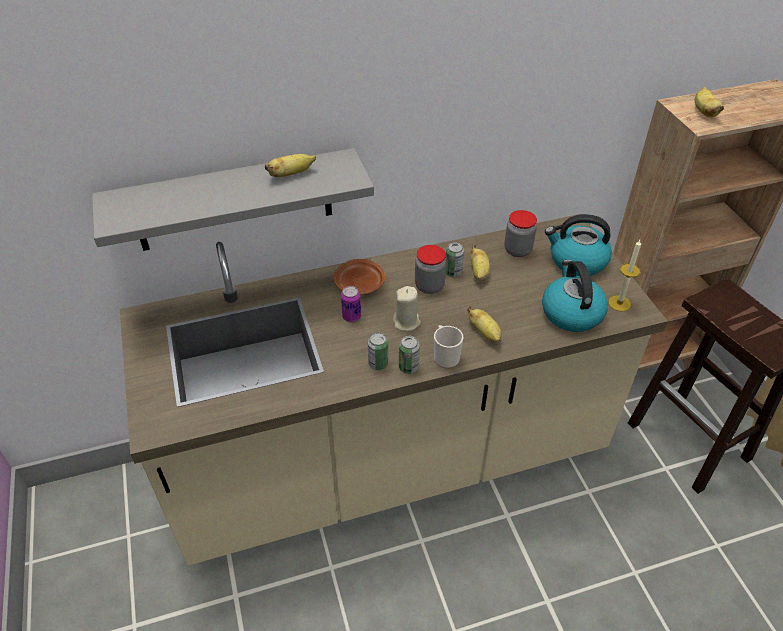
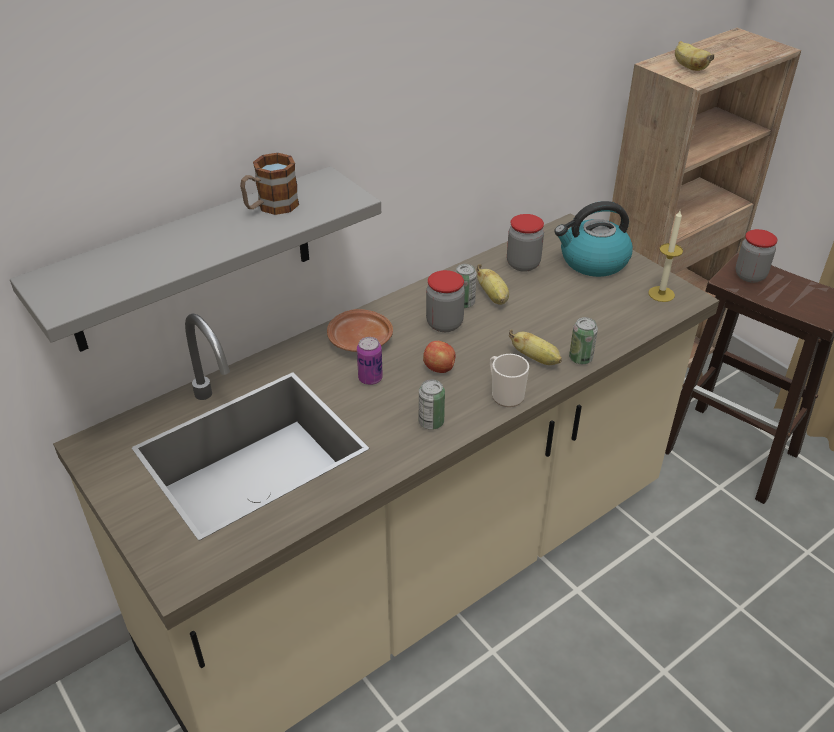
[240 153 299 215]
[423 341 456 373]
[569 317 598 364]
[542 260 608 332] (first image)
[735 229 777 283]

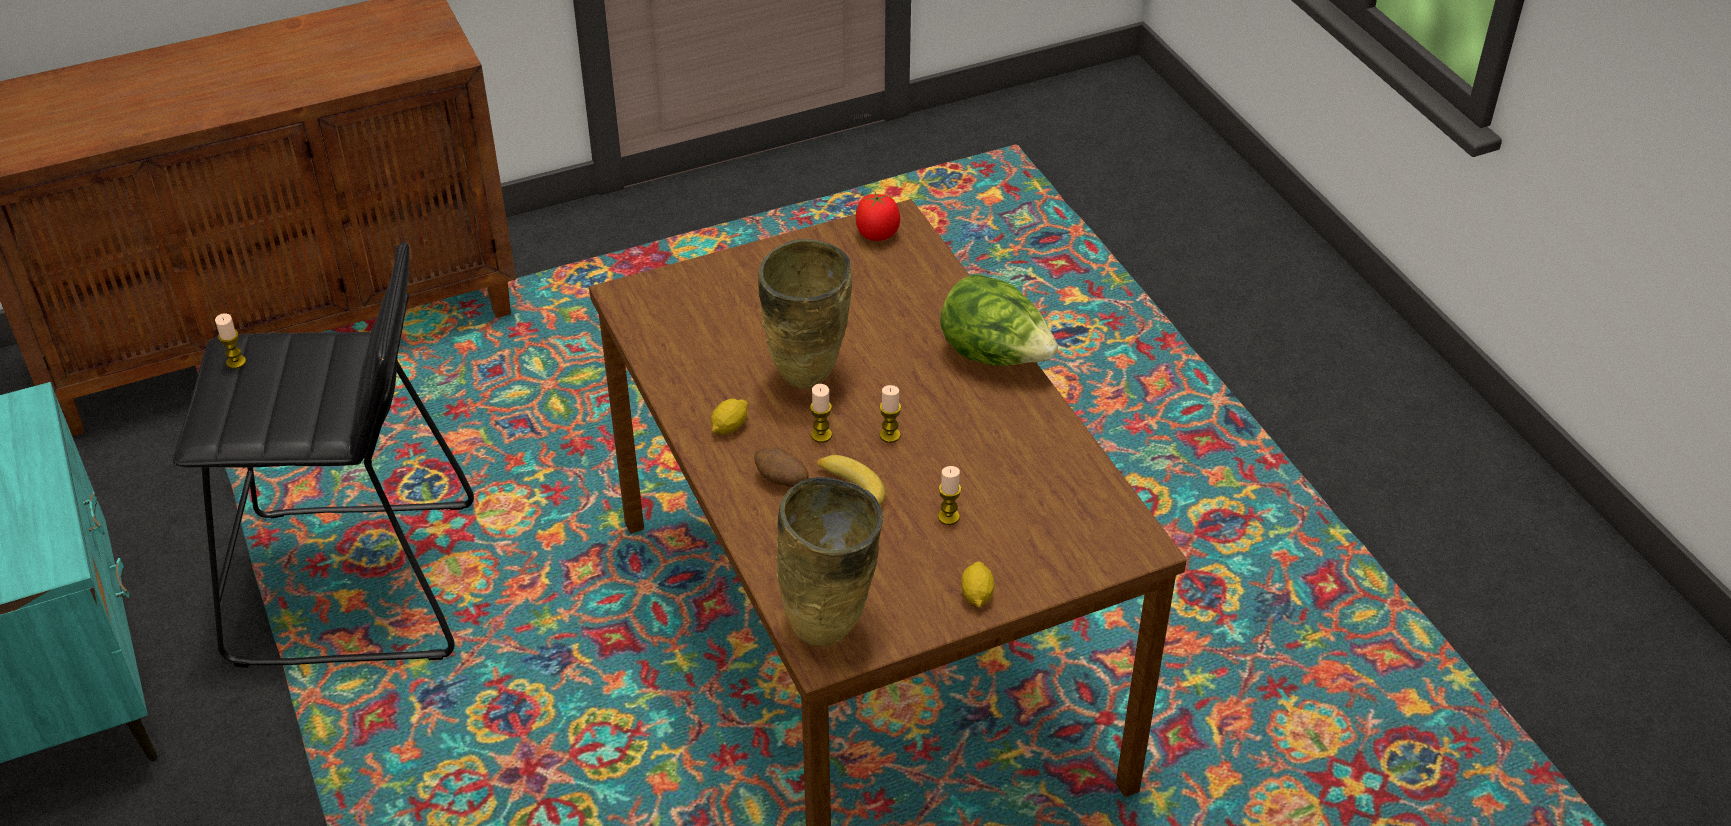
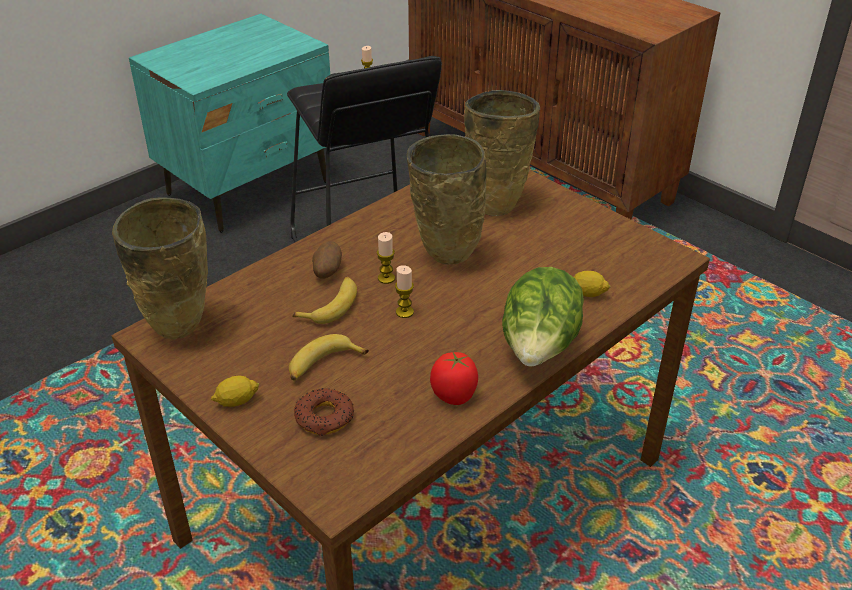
[574 271 611 297]
[430 352 478 405]
[289 334 369 380]
[294 388 354 436]
[464 90 540 216]

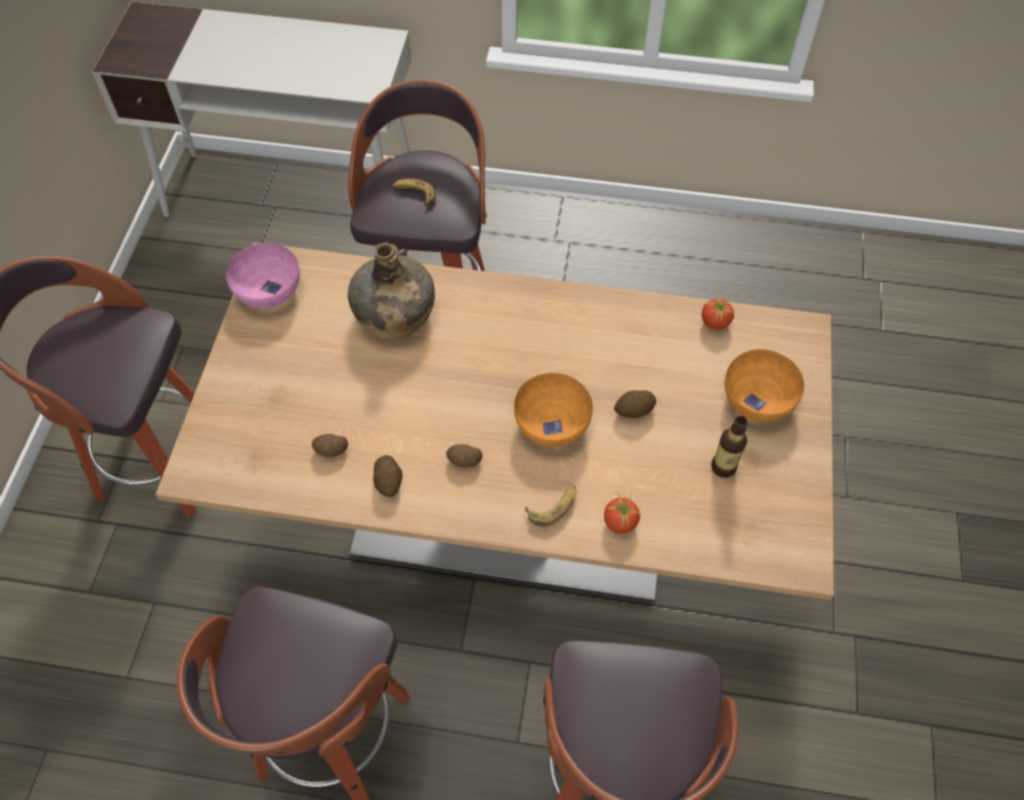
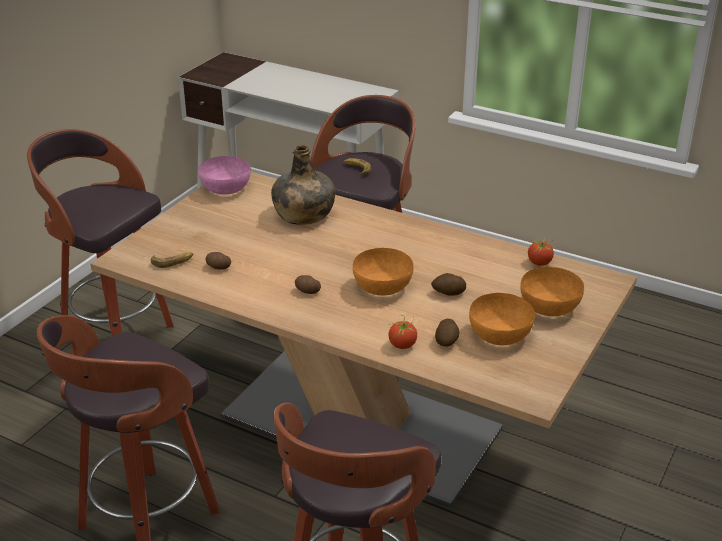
[435 319 460 347]
[151 252 194 268]
[469 293 535 345]

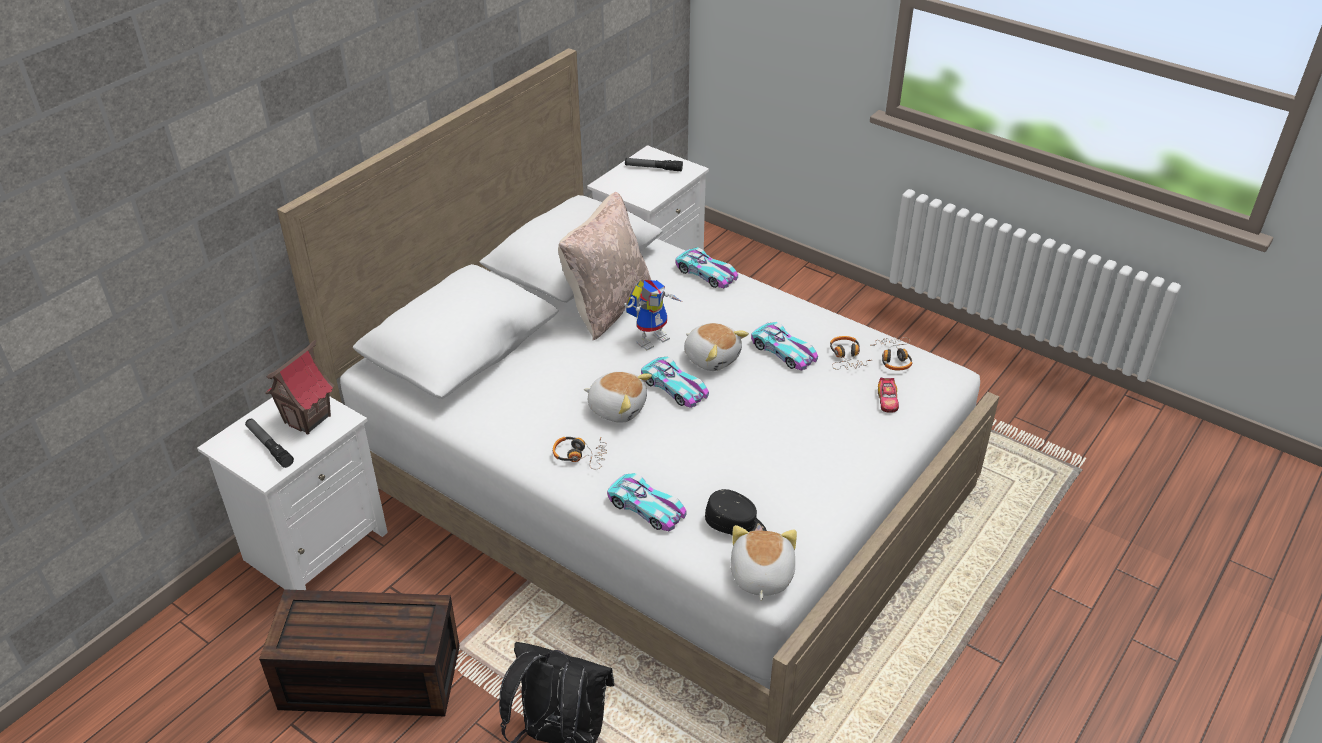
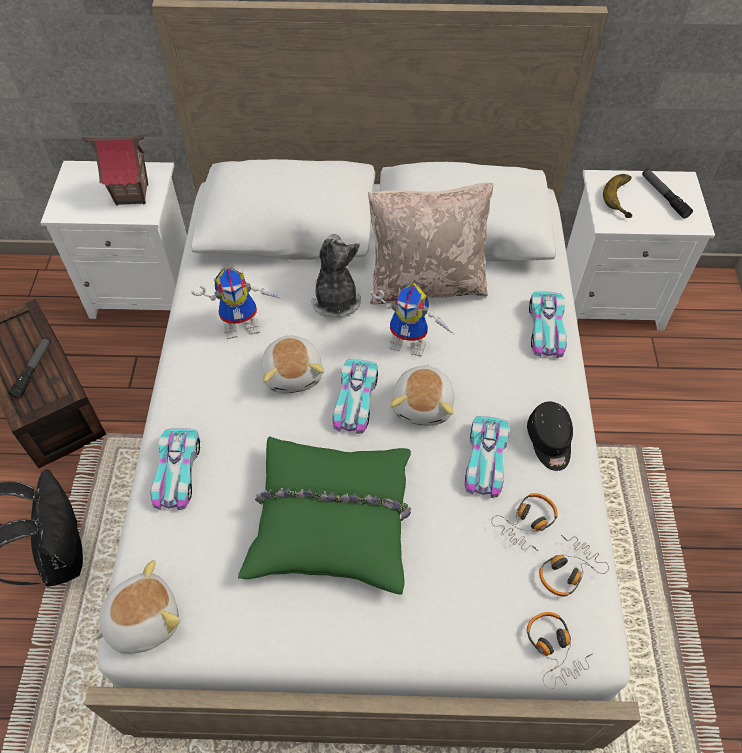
[9 337 51 399]
[527 612 593 689]
[527 402 573 471]
[878 378 899 413] (first image)
[191 266 282 339]
[238 437 411 595]
[311 234 361 318]
[603 174 632 218]

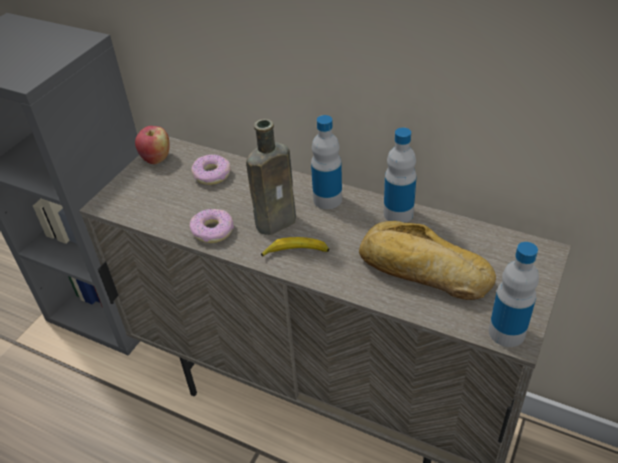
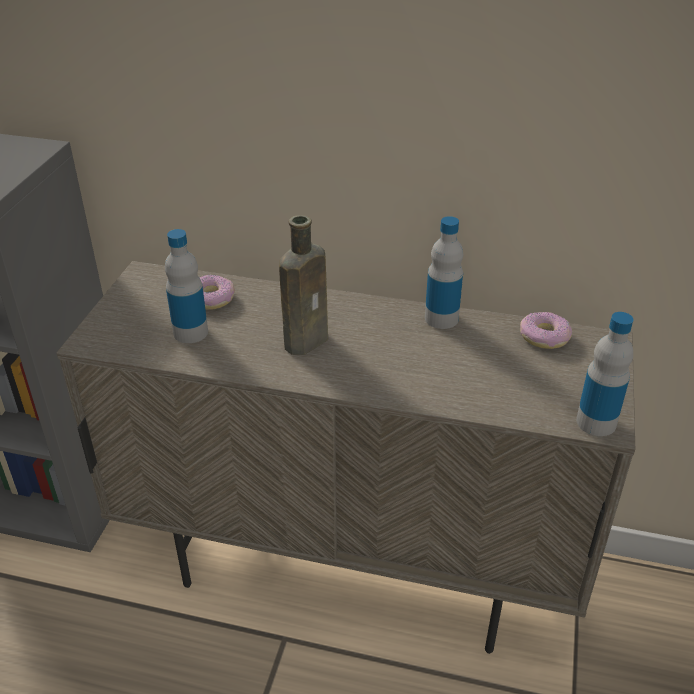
[135 126 170 164] (first image)
[520 312 572 349]
[261 237 329 257] (first image)
[165 229 208 343]
[359 221 496 300] (first image)

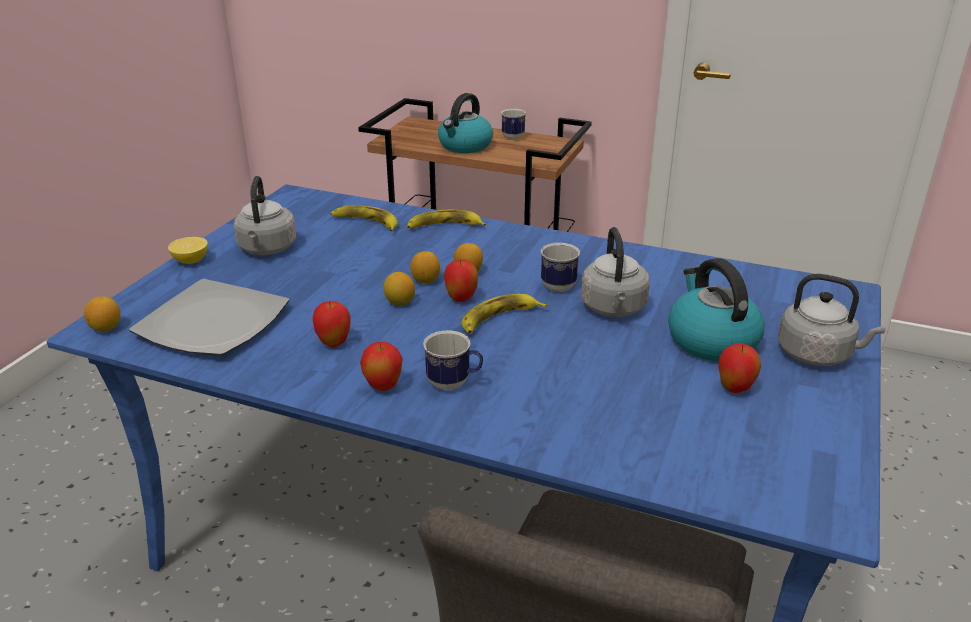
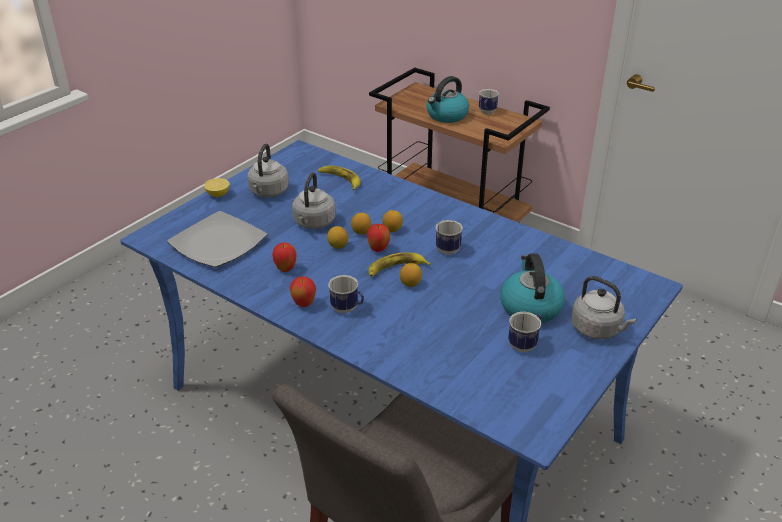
[400 263 422 287]
[407 210 486 229] (first image)
[292 172 336 229]
[508 312 541 352]

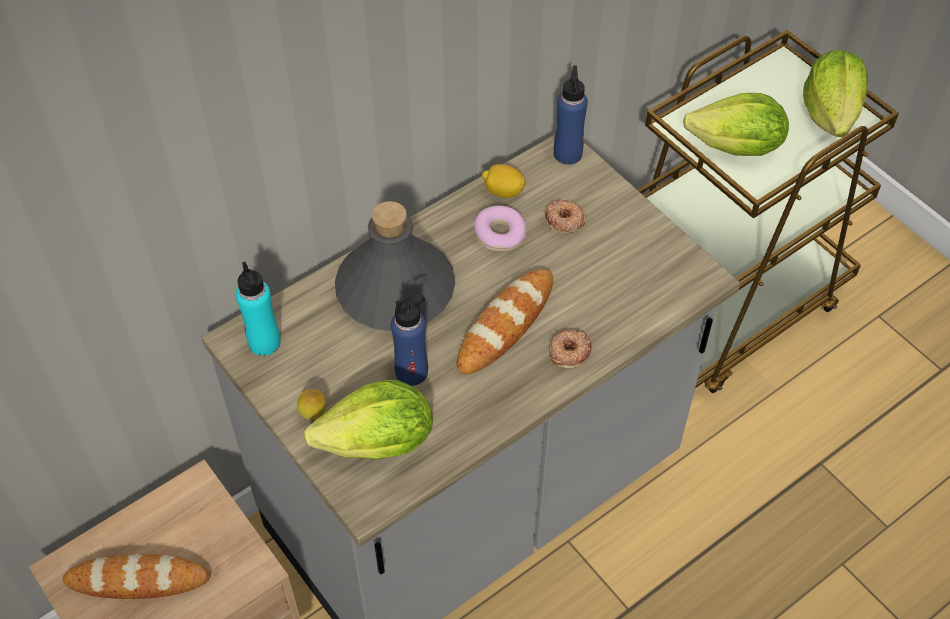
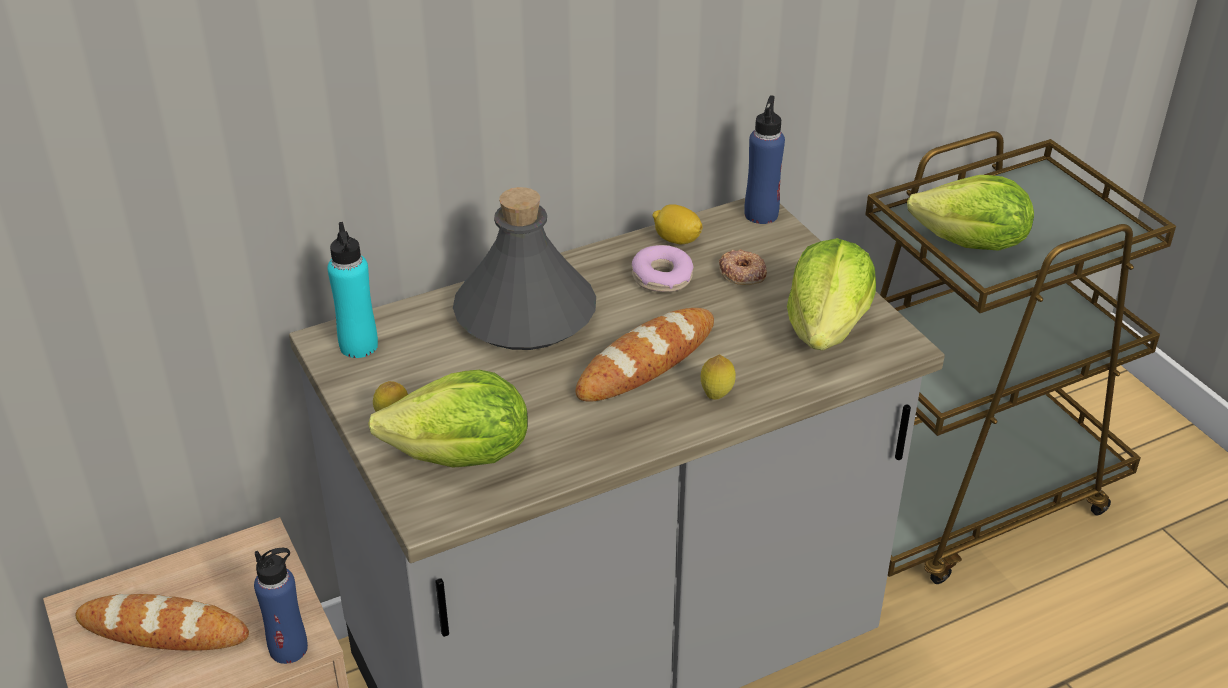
[254 548 308 664]
[701 355 736 400]
[787 238 876 350]

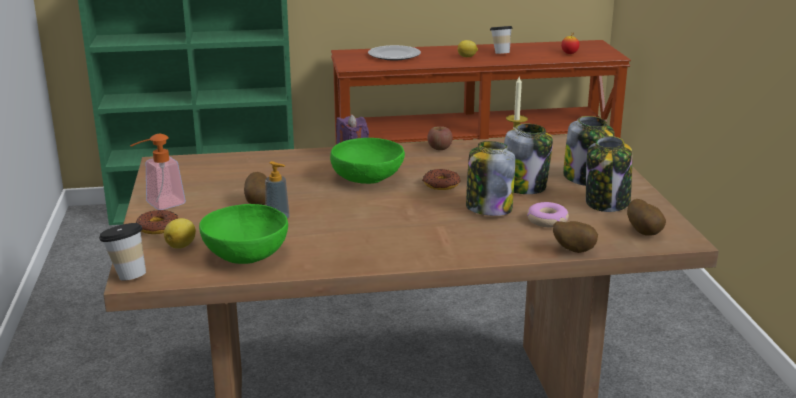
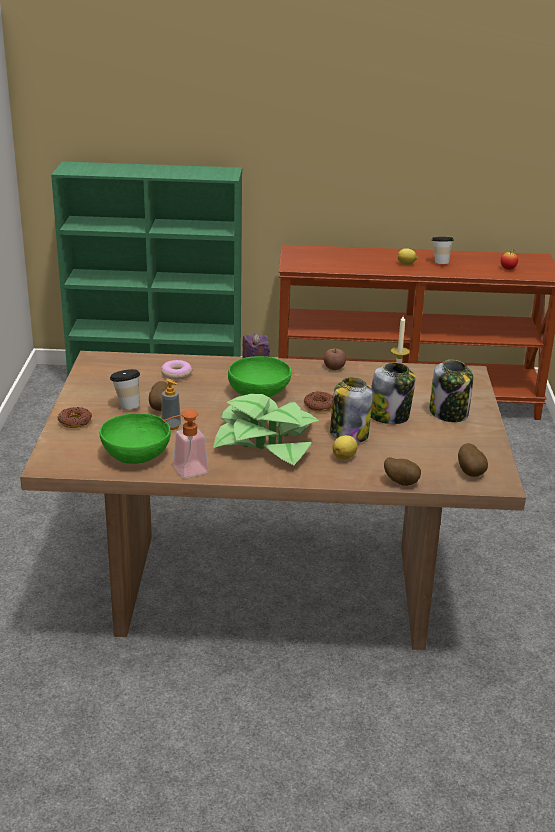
[110 369 140 410]
[163 409 209 478]
[333 435 358 460]
[368 45 421 60] (first image)
[161 360 193 380]
[586 136 632 212] (first image)
[213 394 319 465]

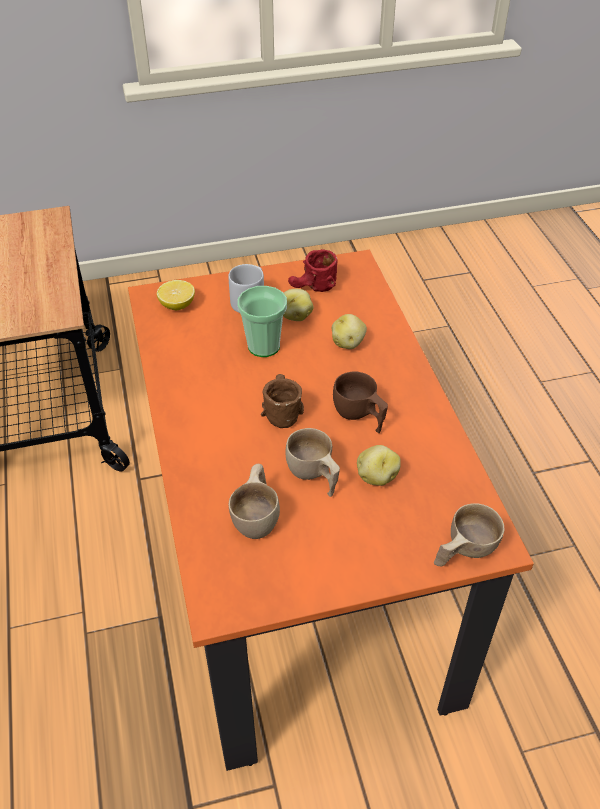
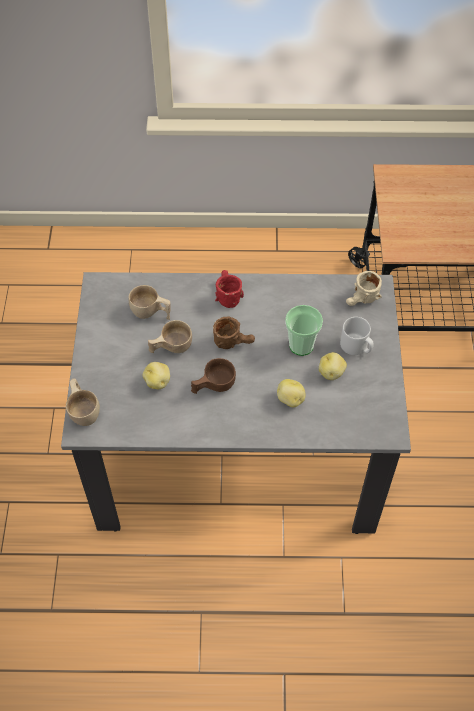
[61 272 411 534]
[346 271 382 306]
[215 270 244 308]

